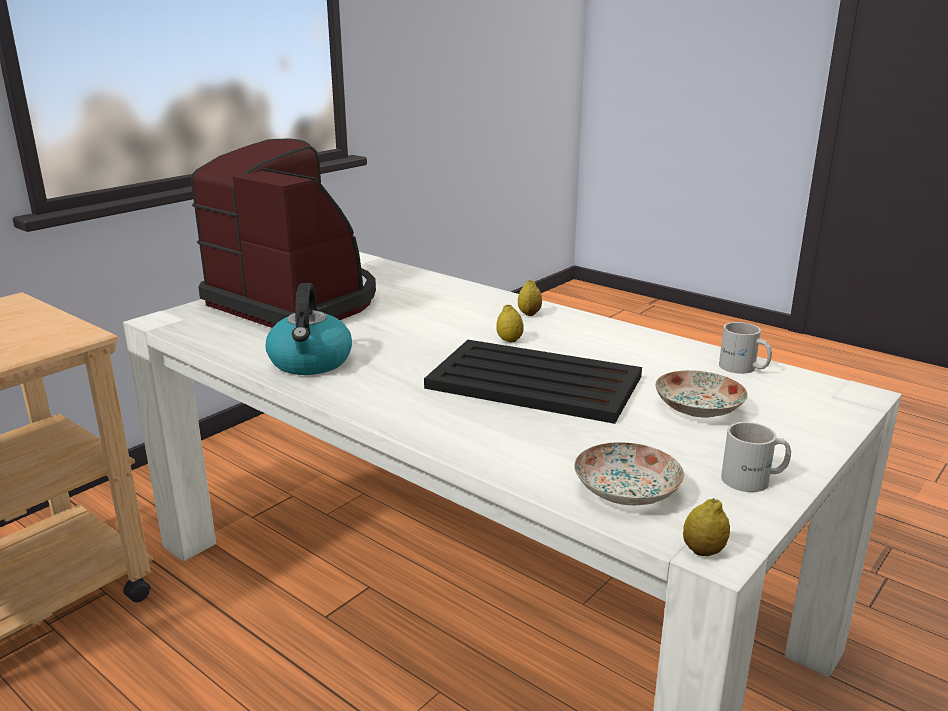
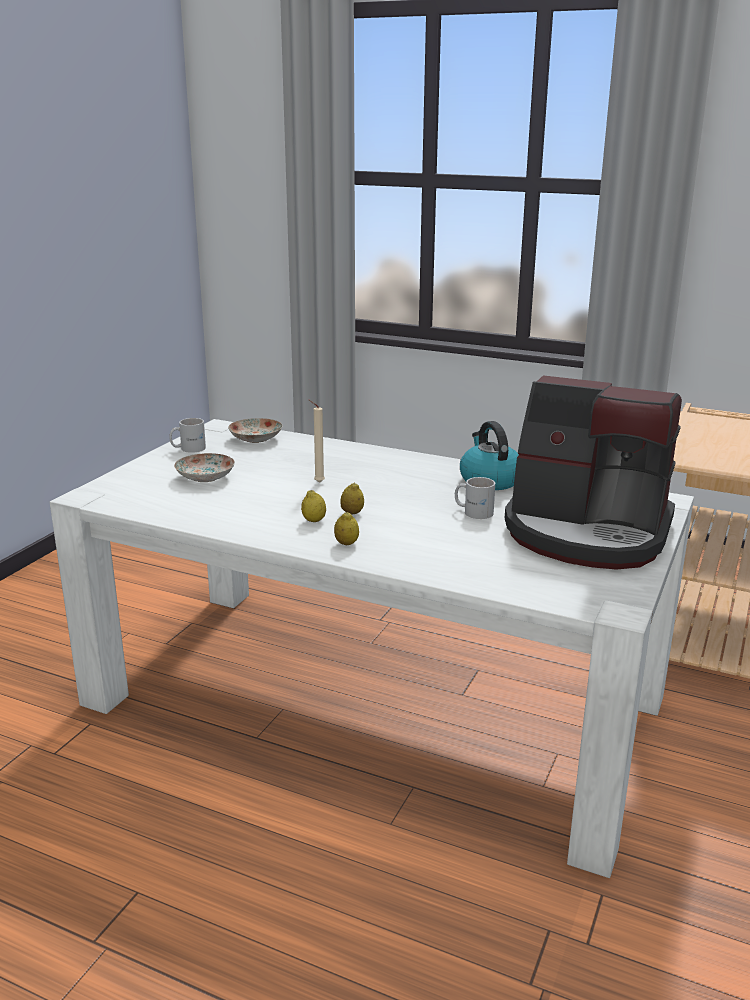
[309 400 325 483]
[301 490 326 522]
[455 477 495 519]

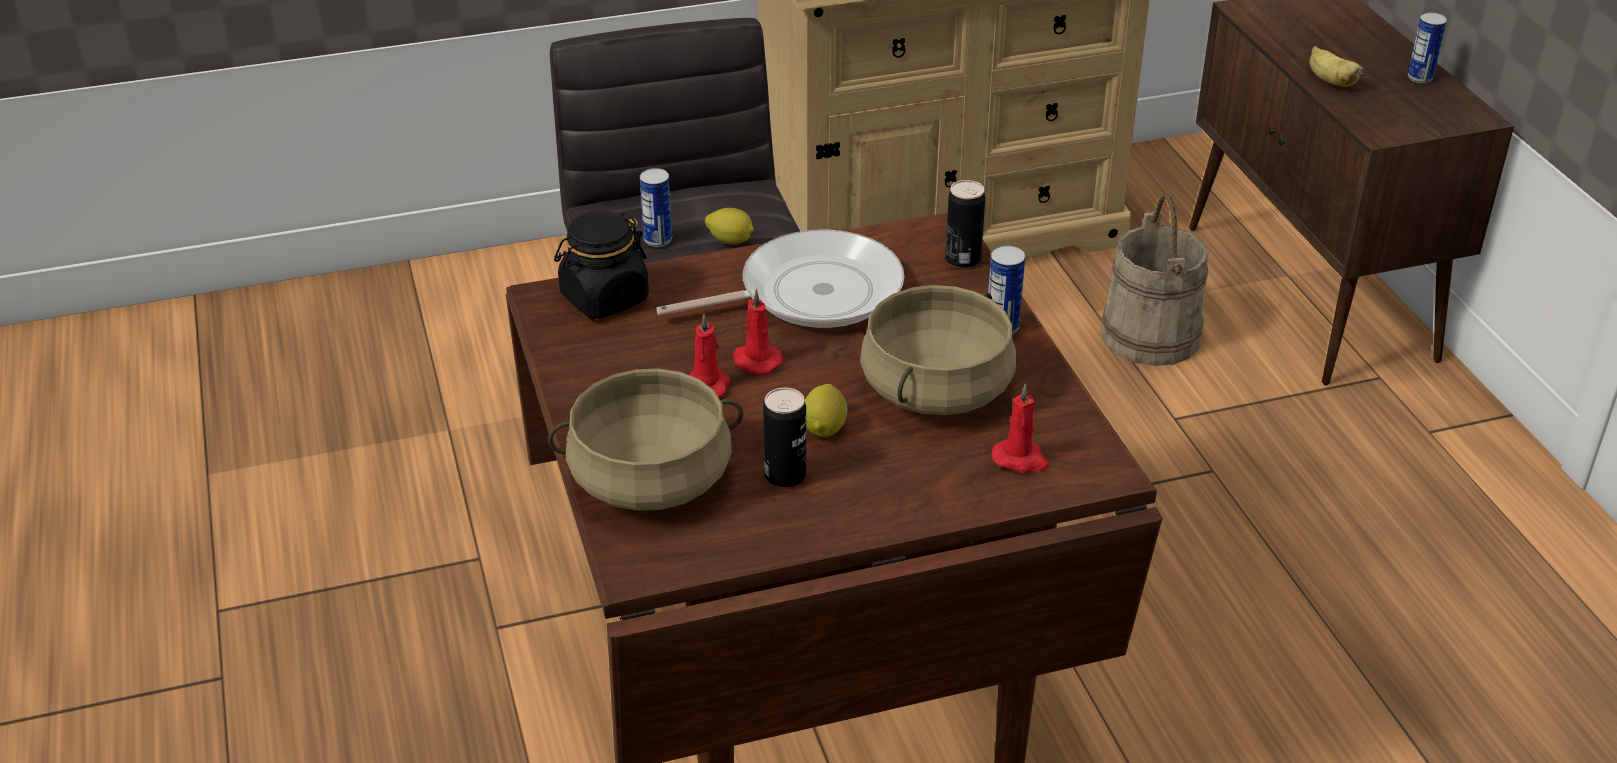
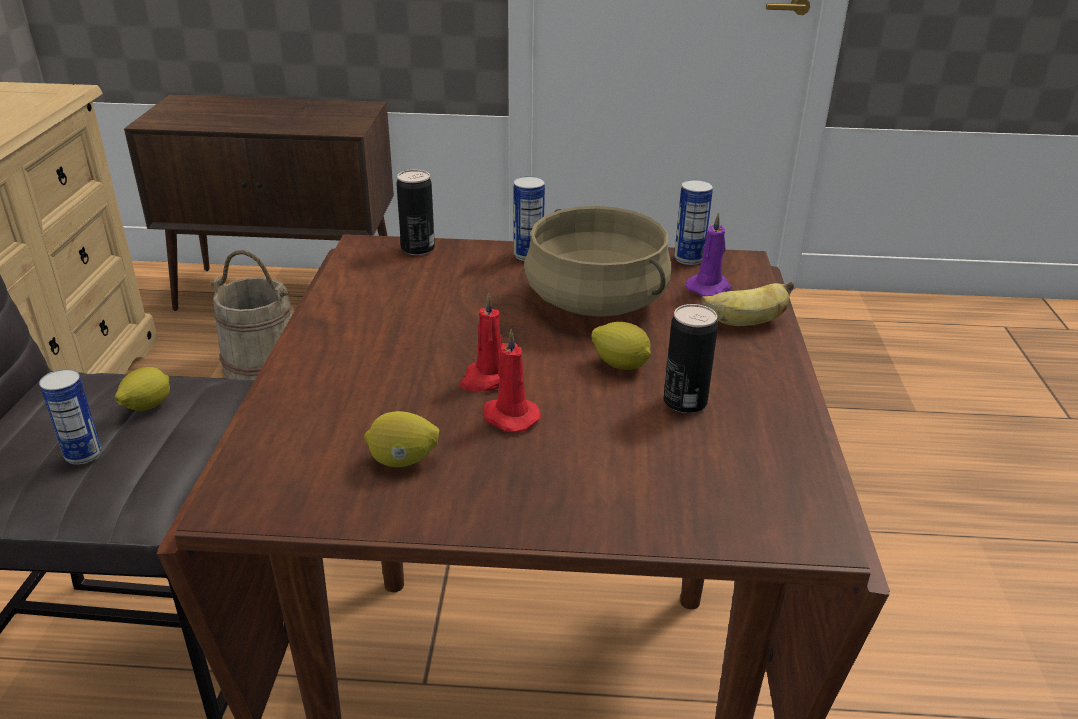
[548 368 743 511] (first image)
[554 211 649 319] (first image)
[656 229 904 328] (first image)
[686 212 732 296]
[701 281 794 326]
[674 179 713 265]
[364 411 439 467]

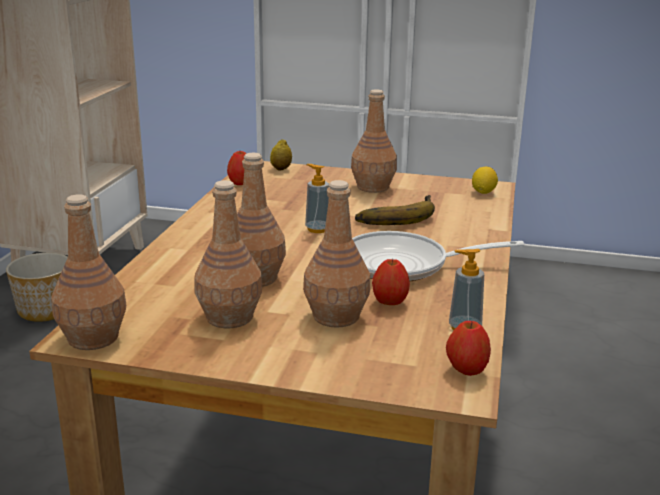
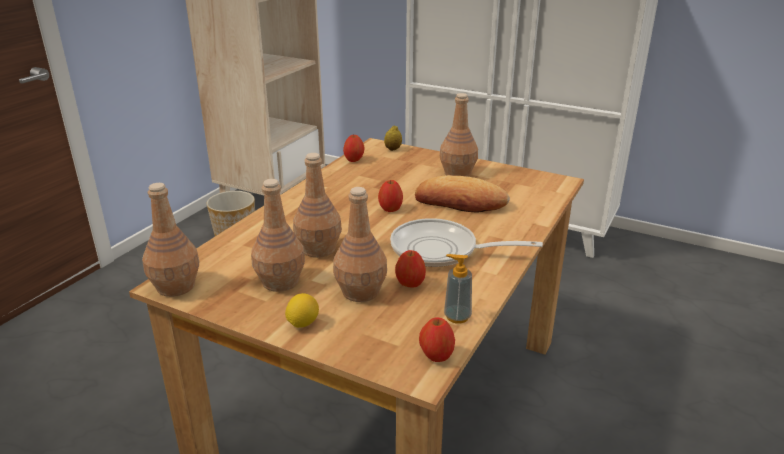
[378 180 403 212]
[415 175 510 212]
[285 293 319 328]

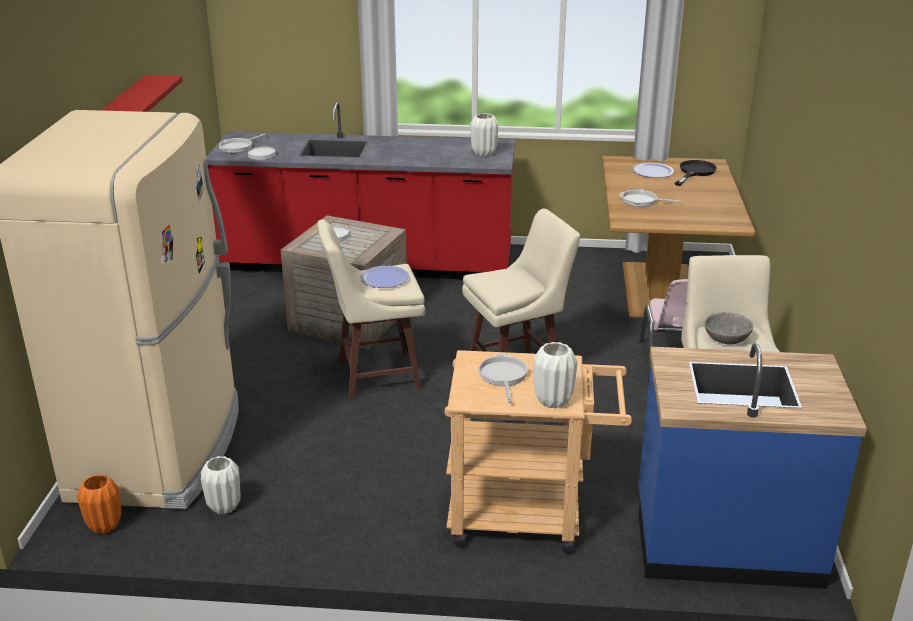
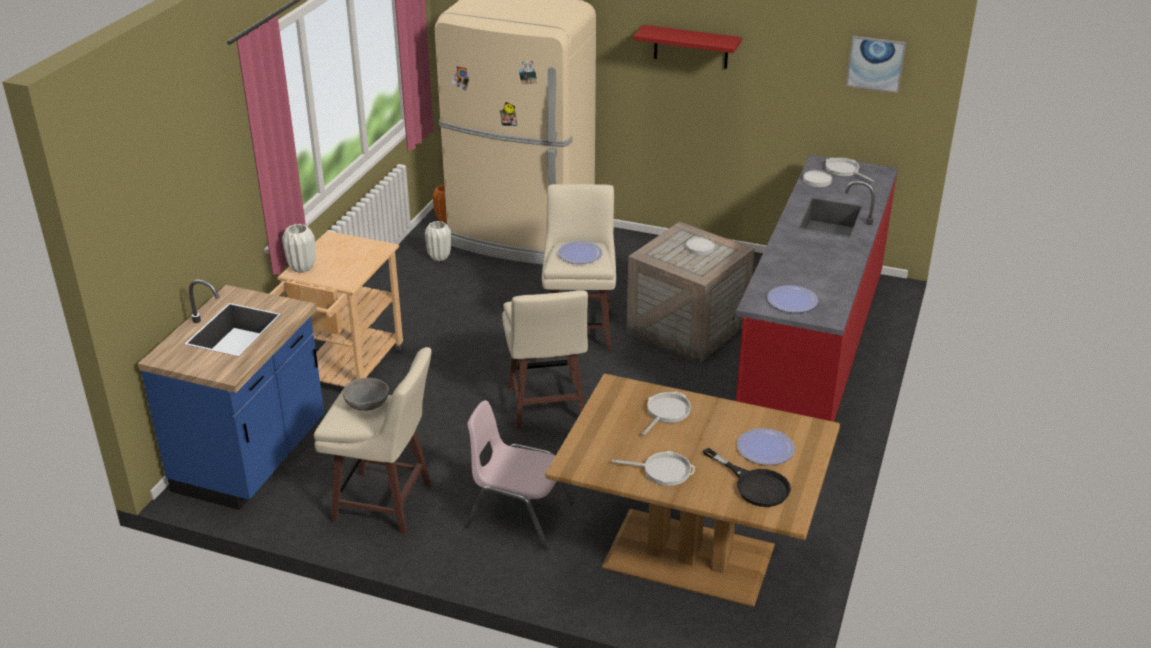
[767 285 818 313]
[612 451 695 486]
[846 36 906 93]

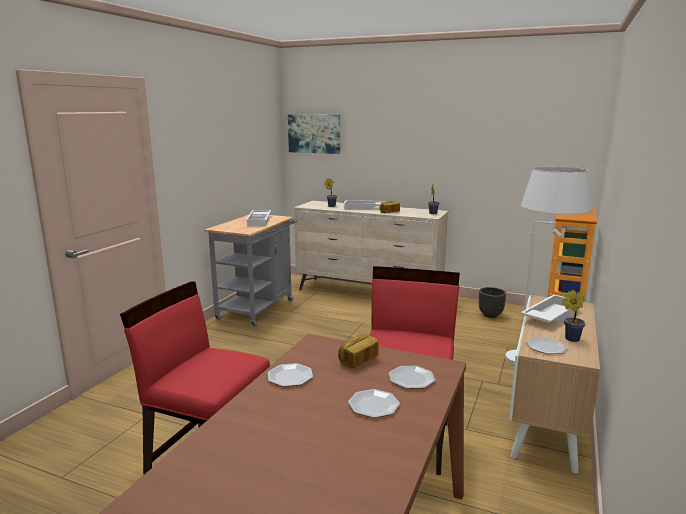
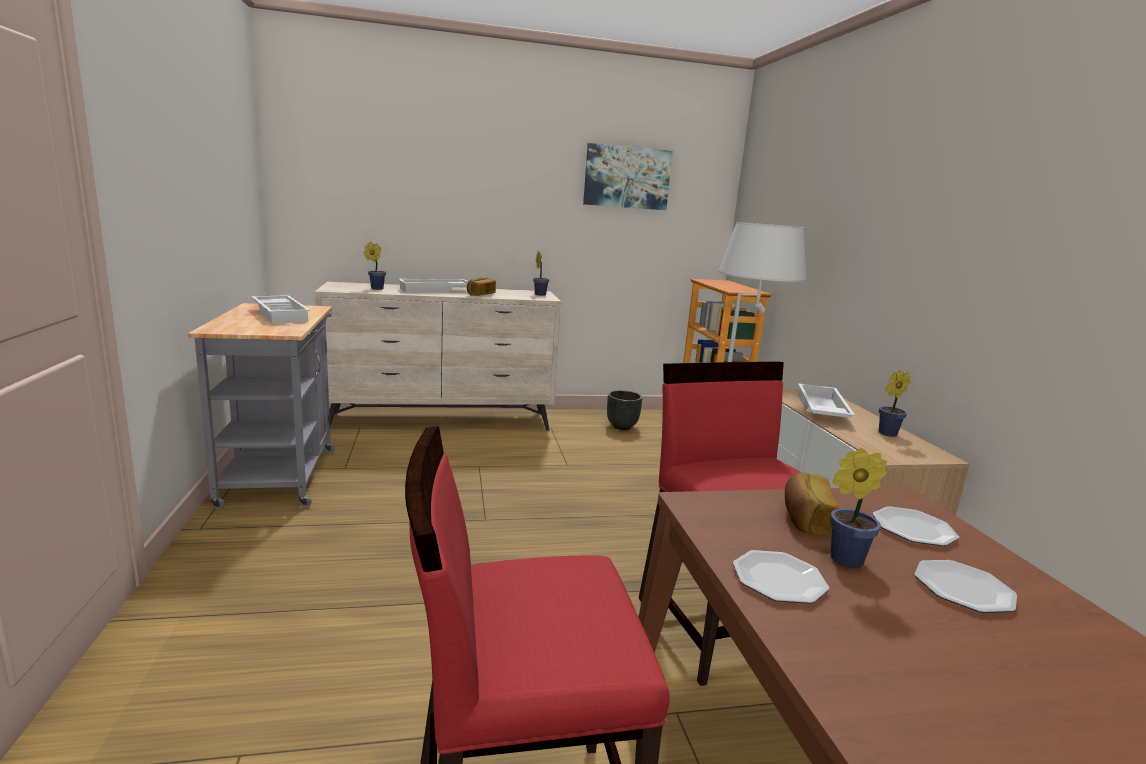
[583 143 673 210]
[527 337 568 354] (first image)
[830 448 887 568]

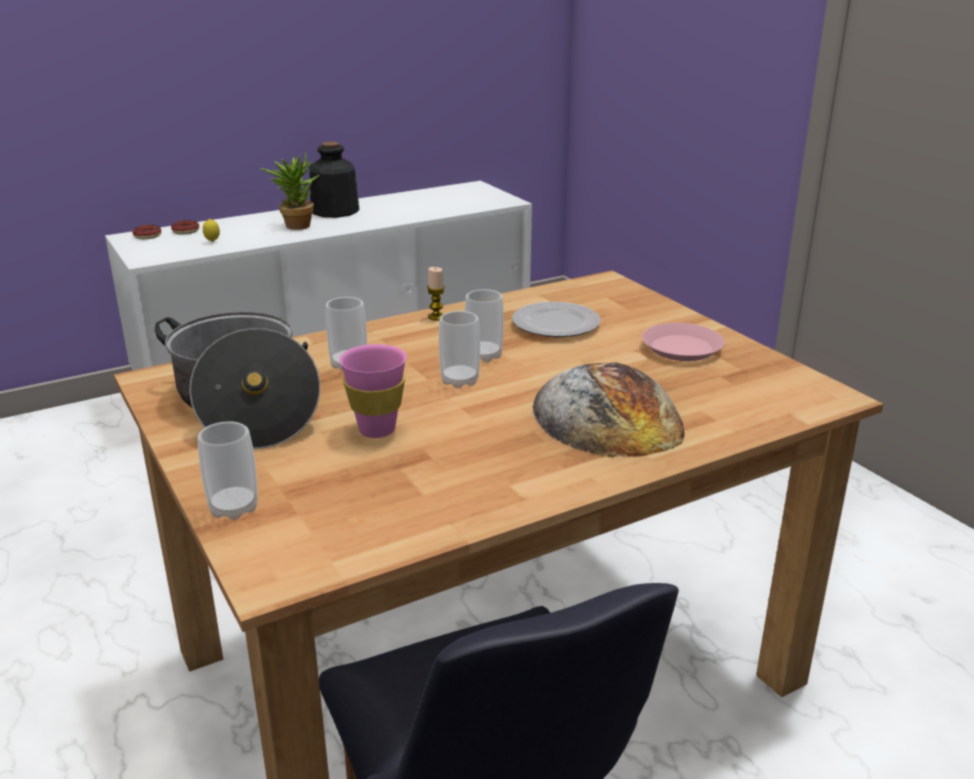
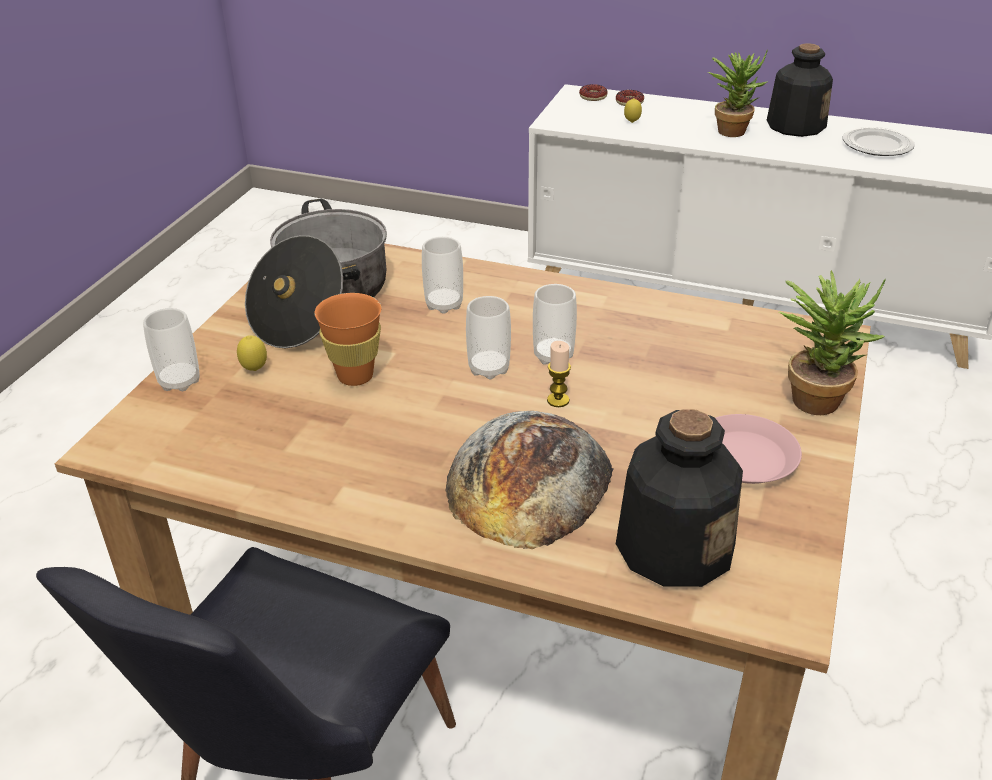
[315 293 381 386]
[547 341 571 407]
[843 127 915 156]
[237 335 267 371]
[616 409 743 587]
[779 270 886 415]

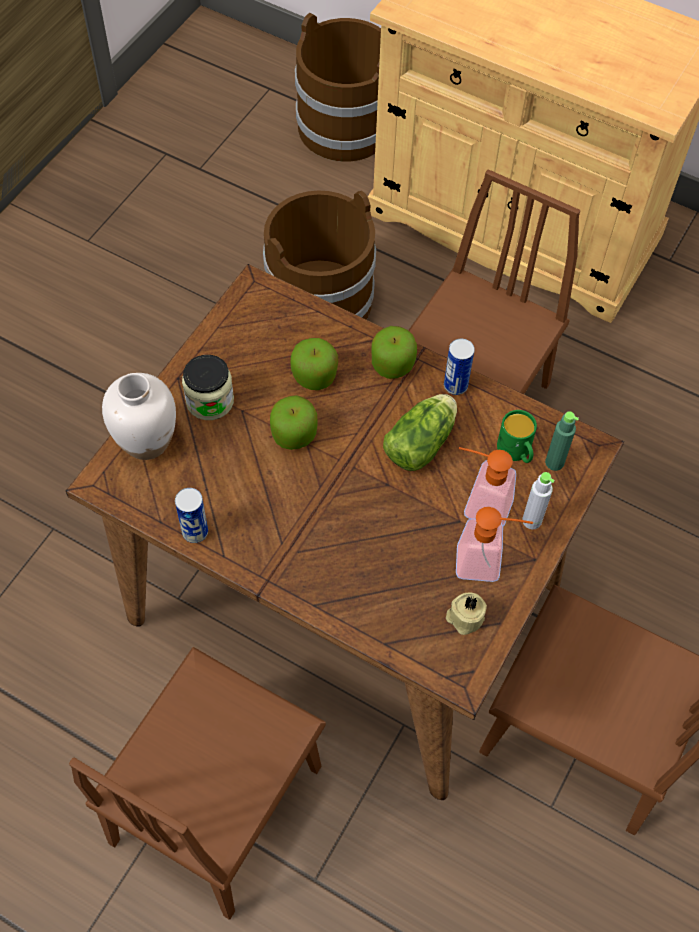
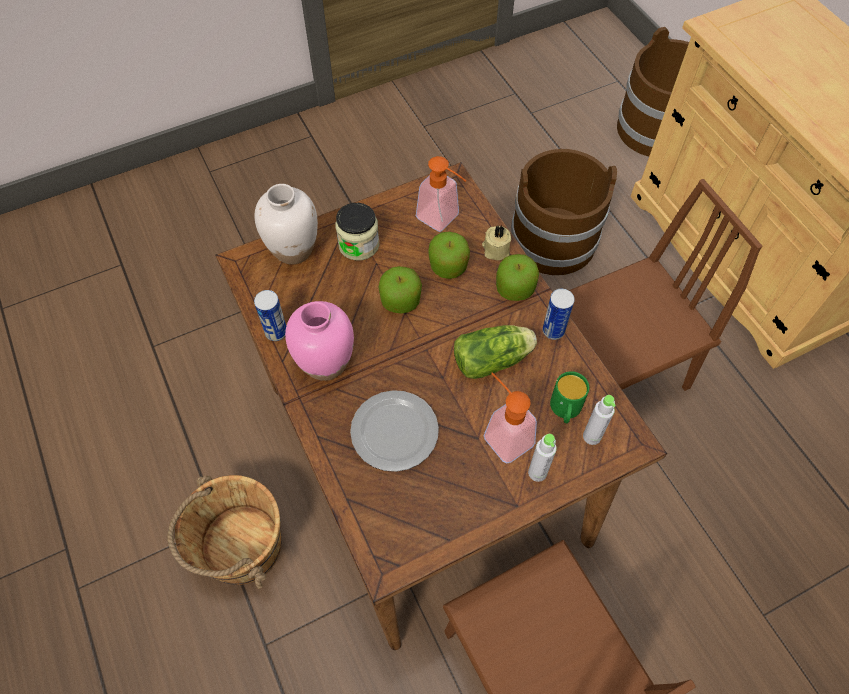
[167 475 282 589]
[482 226 511 260]
[416 156 467 232]
[583 395 616 445]
[285 301 354 381]
[350 390 439 472]

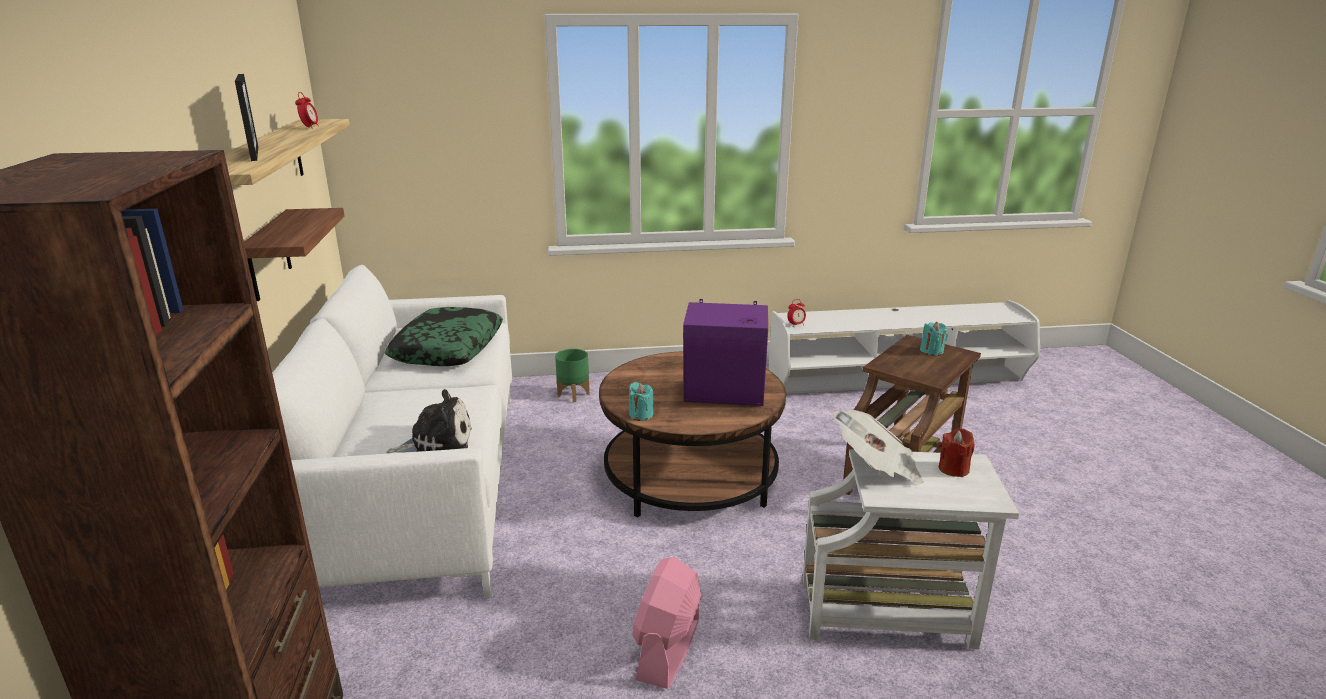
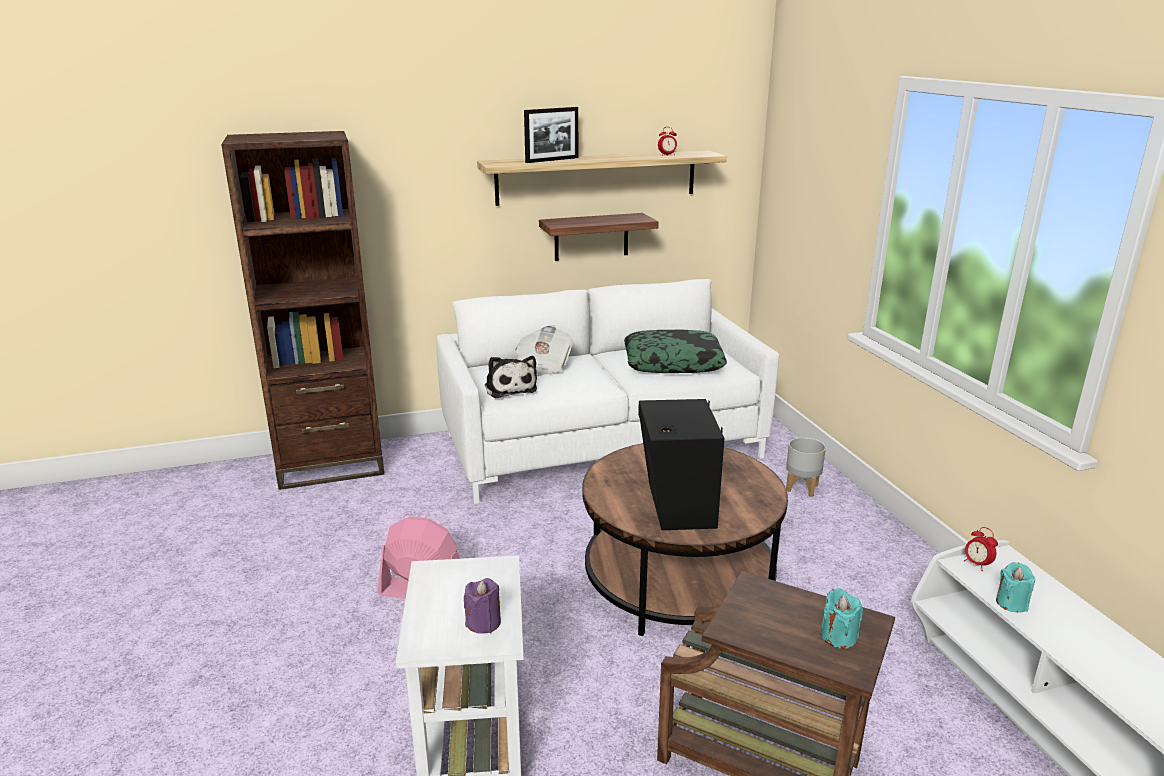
[786 437 826 497]
[996 562 1035 613]
[638 399 724 530]
[515 325 573 376]
[464 578 501 634]

